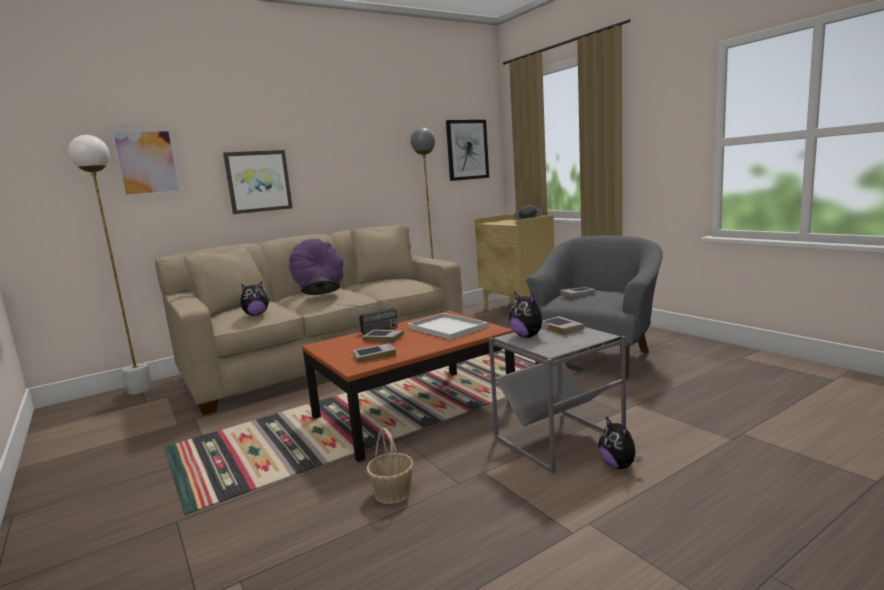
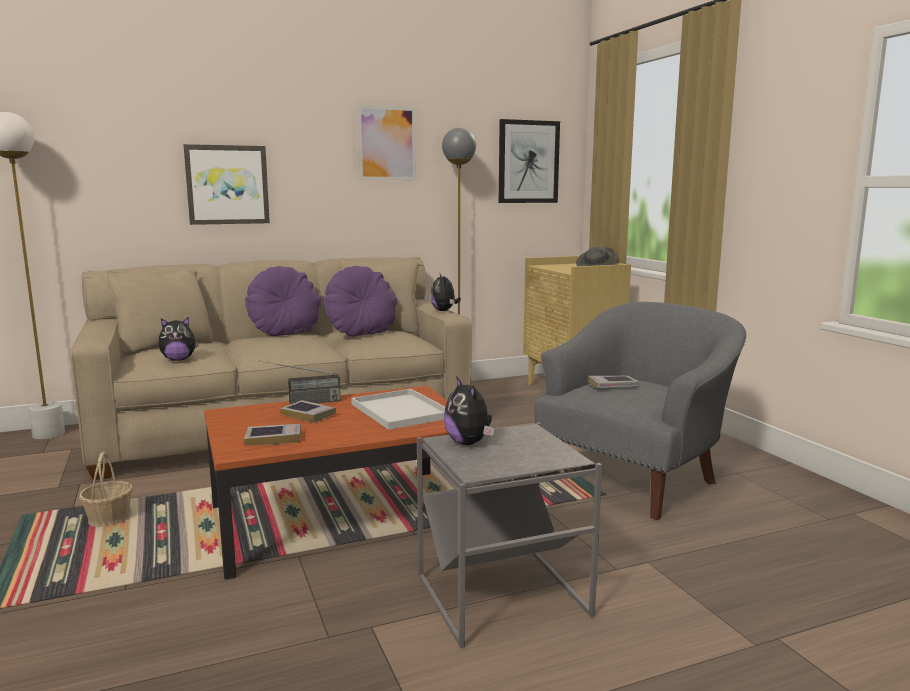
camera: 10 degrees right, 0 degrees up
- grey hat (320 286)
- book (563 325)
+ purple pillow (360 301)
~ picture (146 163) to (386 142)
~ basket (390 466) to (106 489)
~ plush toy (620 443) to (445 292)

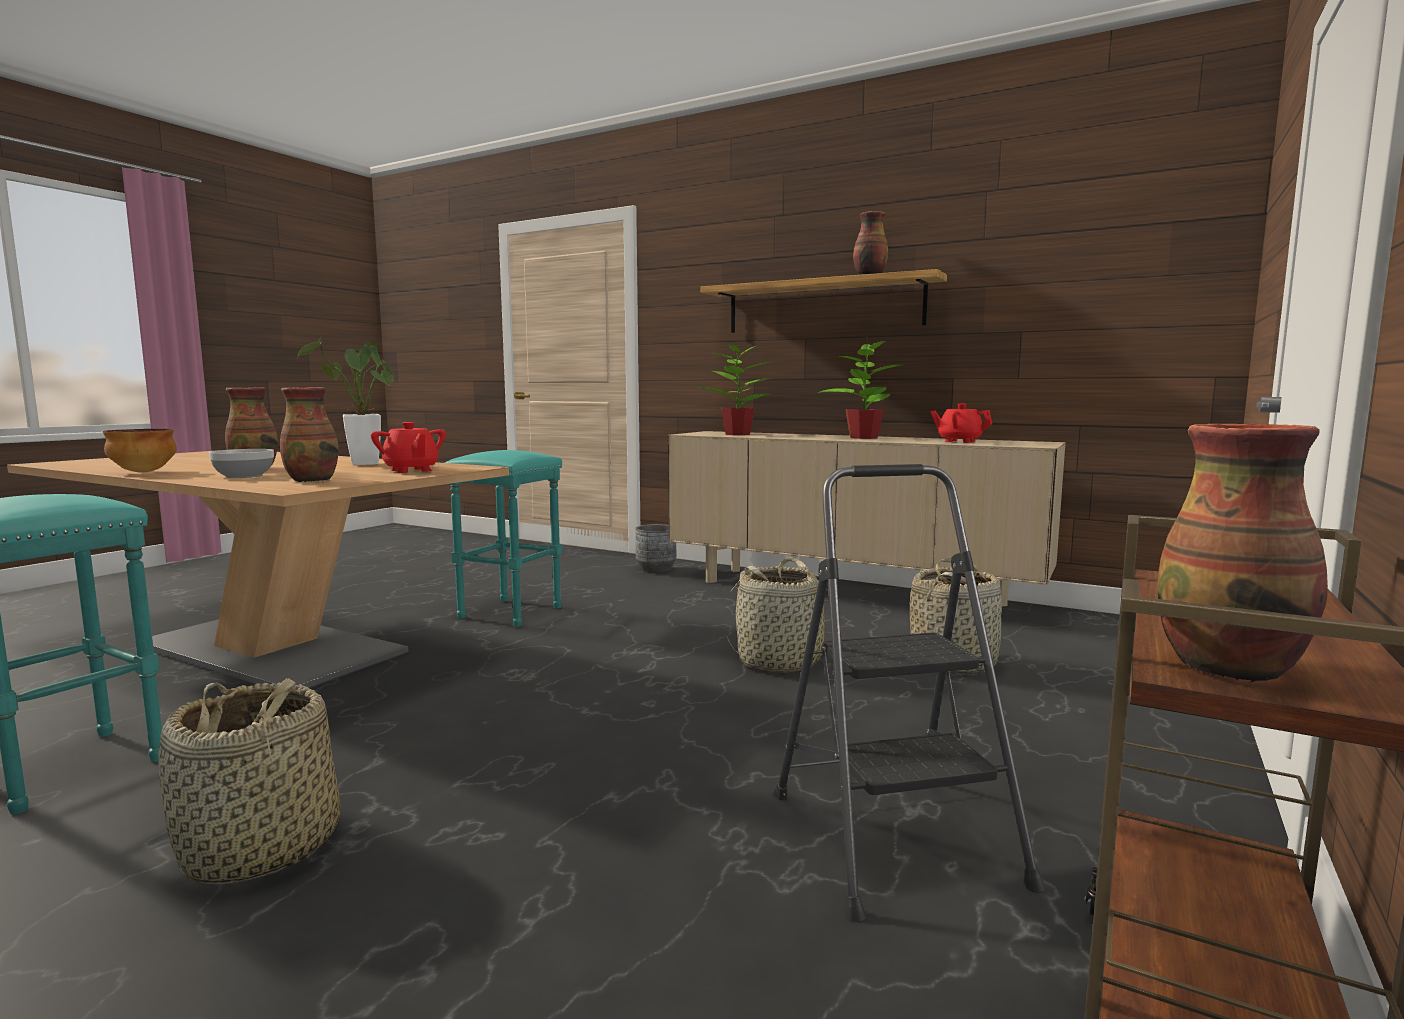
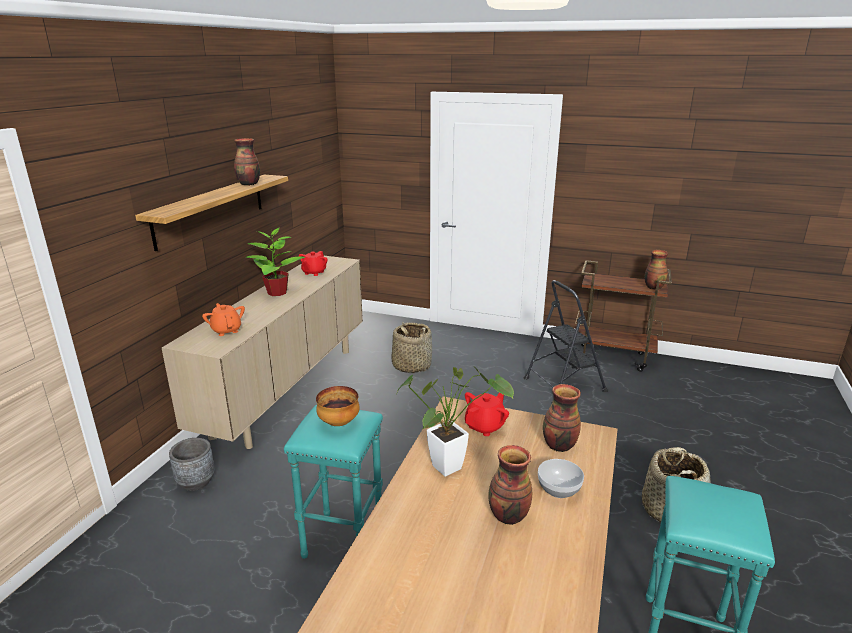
camera: 100 degrees left, 15 degrees up
- basket (785 615)
~ bowl (140 451) to (338 406)
~ potted plant (735 387) to orange teapot (223 319)

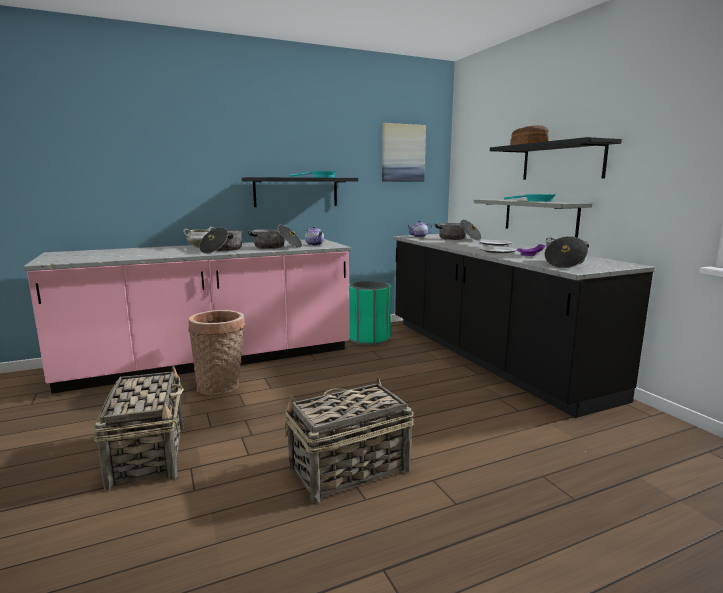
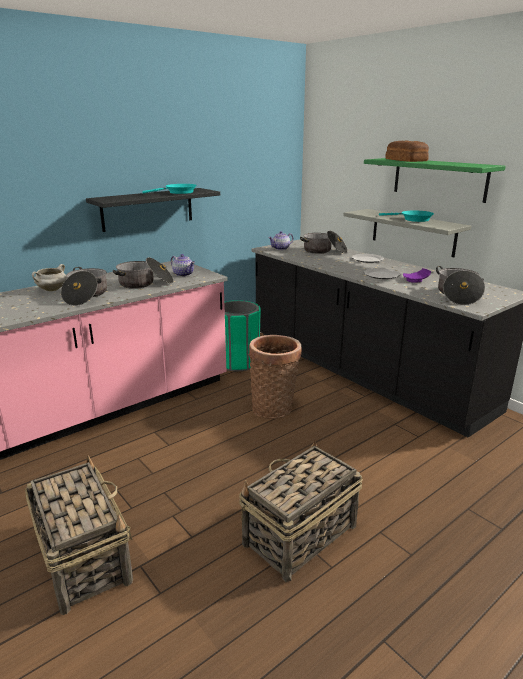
camera: 15 degrees left, 10 degrees up
- picture (404 152)
~ basket (216 352) to (275 377)
~ black shelf (556 158) to green shelf (435 180)

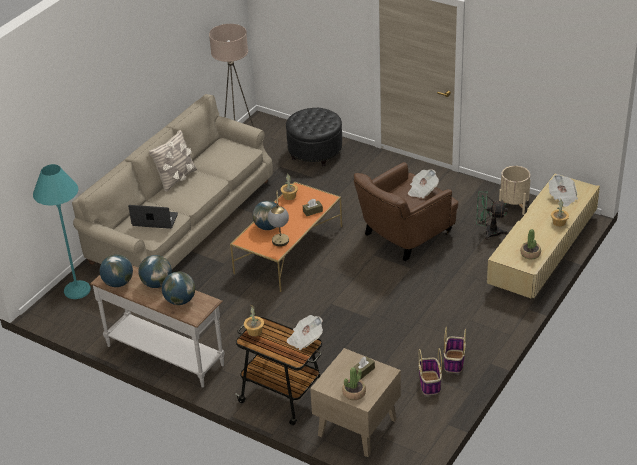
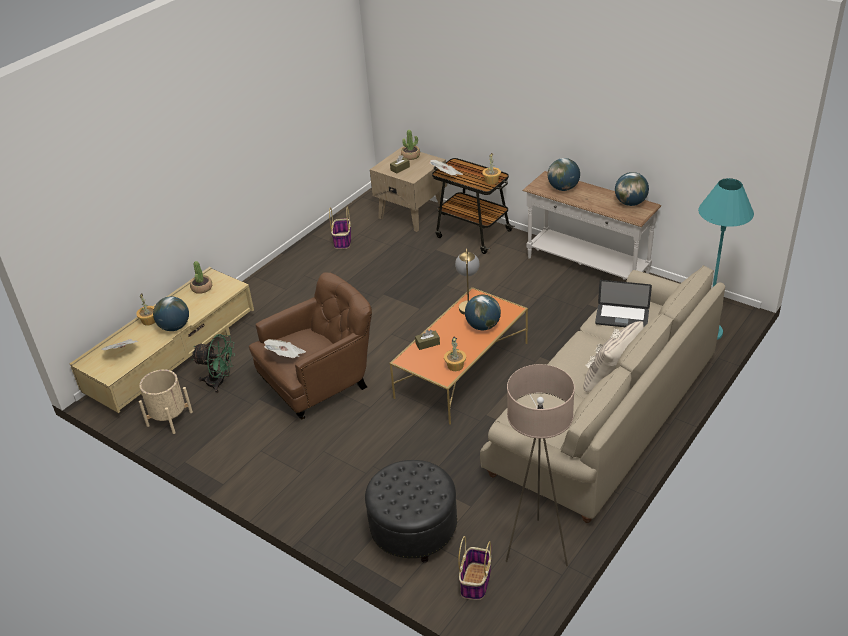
camera: 175 degrees left, 0 degrees up
~ globe (155 271) to (171 313)
~ basket (455 350) to (474 568)

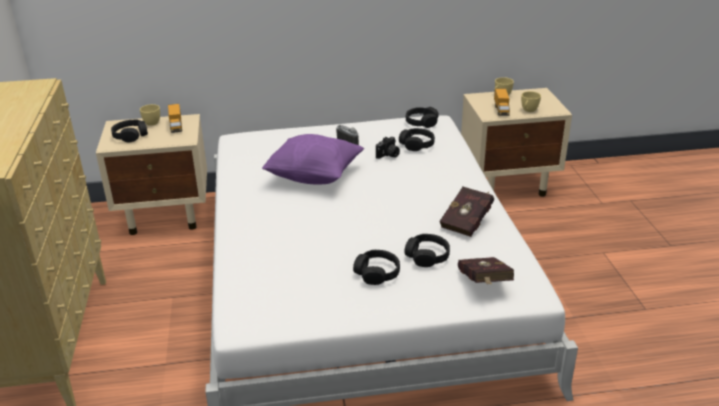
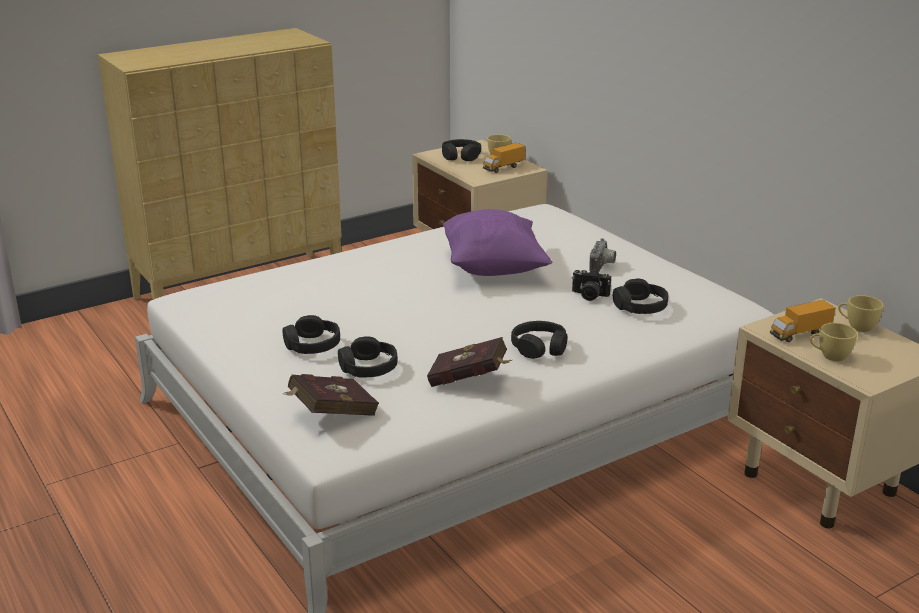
camera: 65 degrees right, 5 degrees down
~ black headphones (422 117) to (539 340)

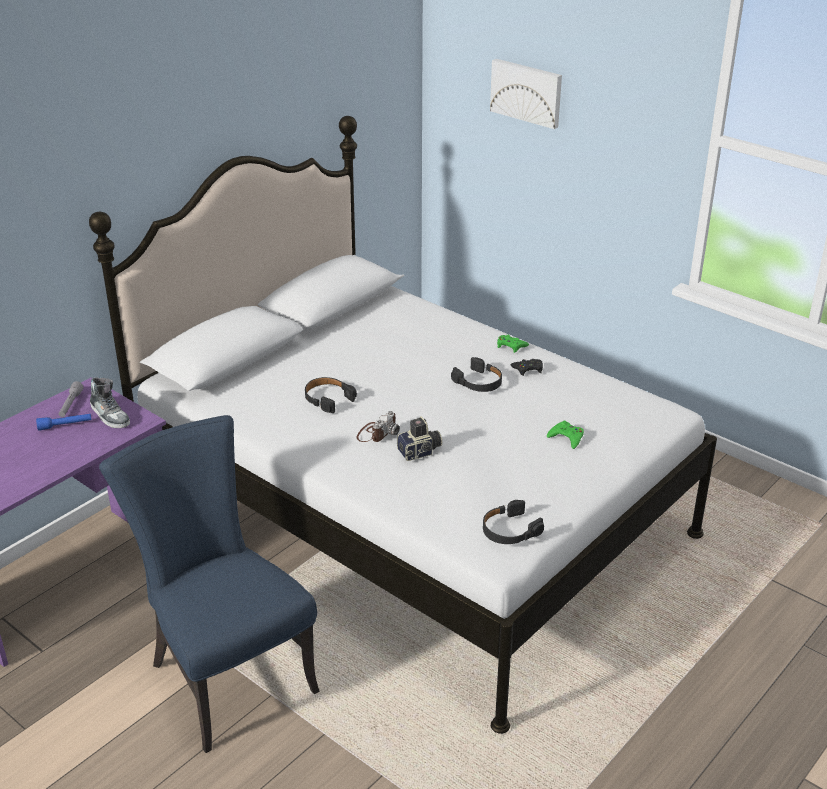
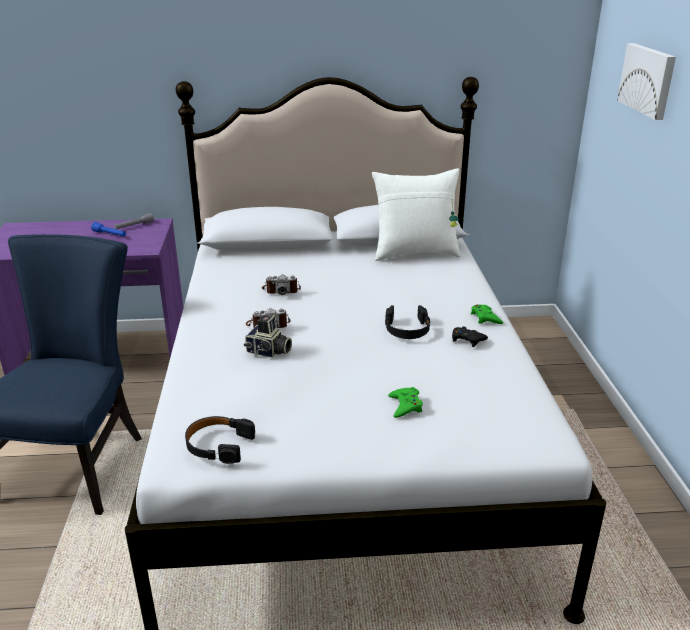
camera: 45 degrees right, 5 degrees down
- shoe (110 402)
+ white pillow (416 214)
~ black headphones (331 395) to photo camera (281 284)

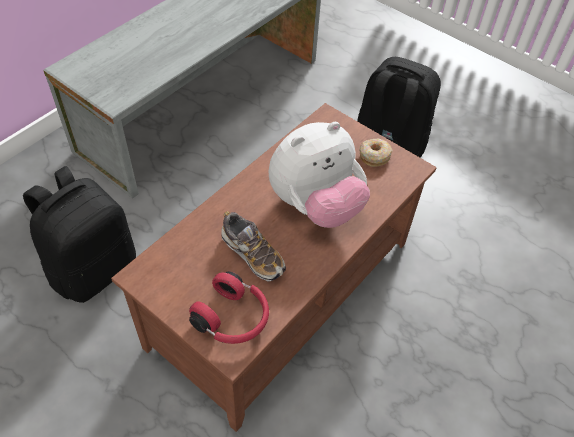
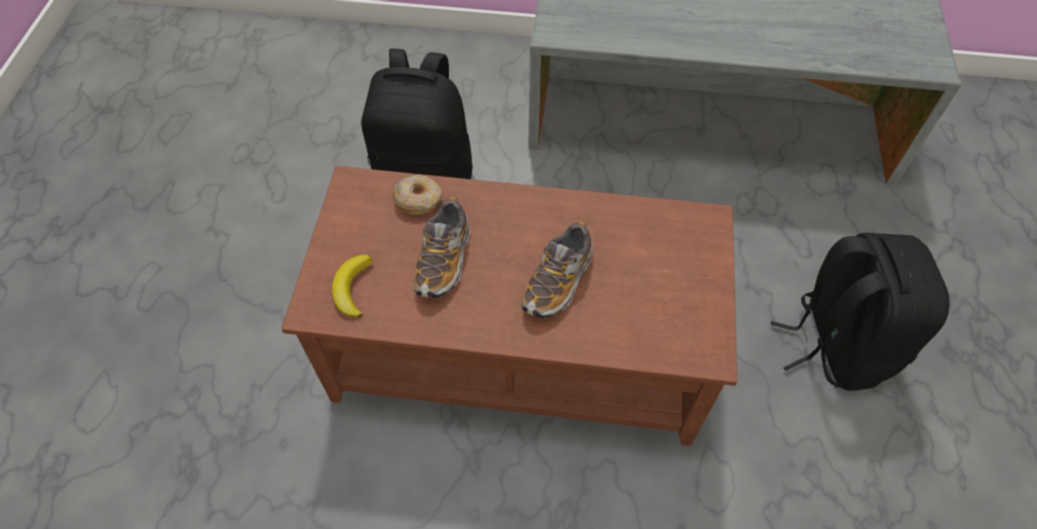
camera: 60 degrees right, 5 degrees up
~ donut (376 152) to (417 194)
~ red headphones (229 307) to banana (352 286)
~ plush toy (319 175) to shoe (557 270)

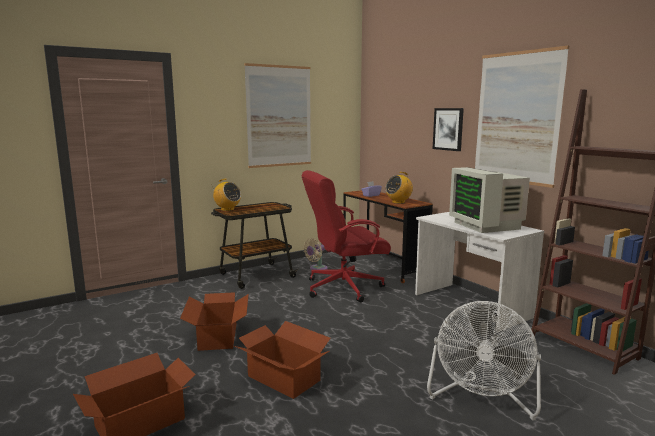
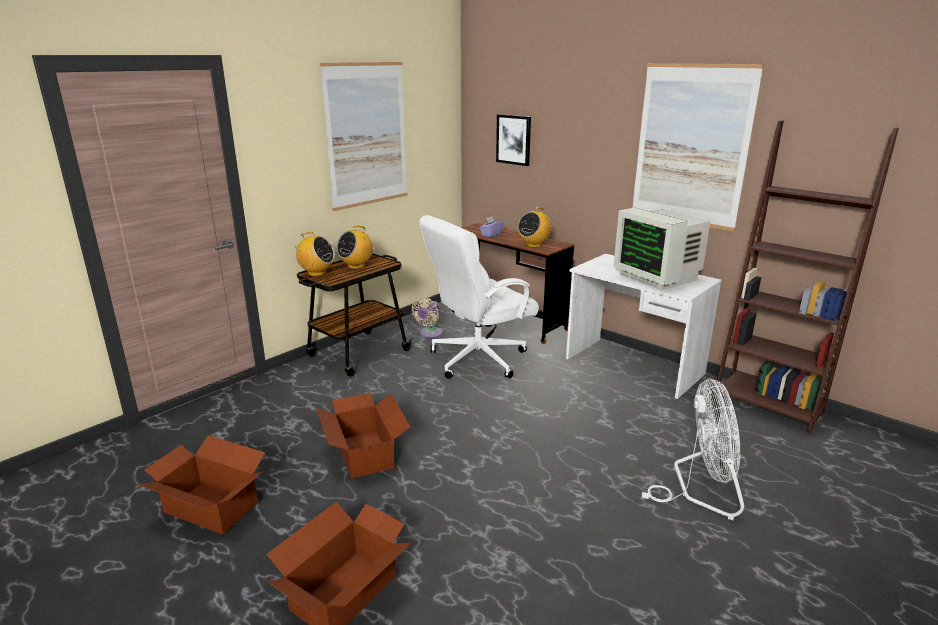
camera: 15 degrees left, 10 degrees up
+ radio (354 247)
~ cardboard box (282 360) to (201 485)
~ picture (448 129) to (513 140)
~ red office chair (346 236) to white office chair (479 297)
~ white fan (484 361) = (691 450) 90 degrees counterclockwise

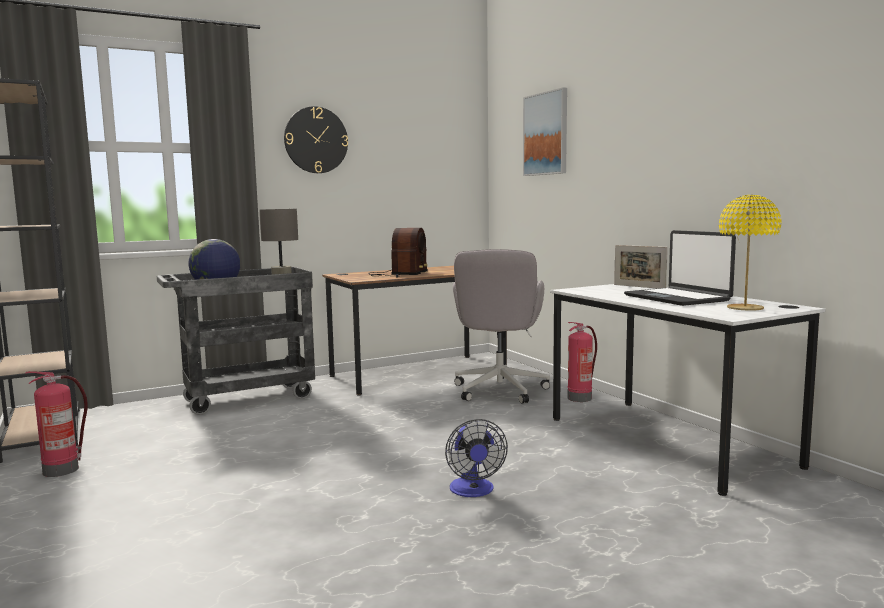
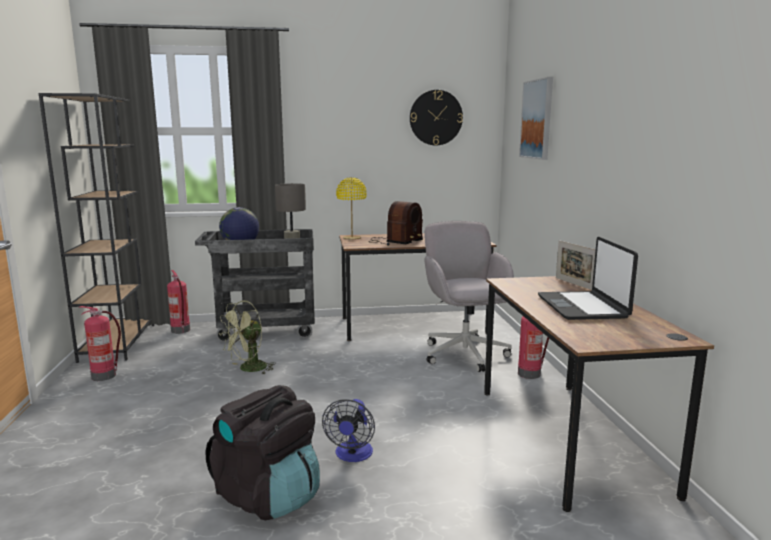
camera: 20 degrees right, 5 degrees up
+ fire extinguisher (178 302)
+ black backpack (262 452)
+ green fan (247 337)
~ wall clock (316 139) to (436 117)
~ yellow table lamp (750 253) to (351 208)
~ white desk (687 390) to brown desk (599 394)
~ grey office chair (501 326) = (469 296) 135 degrees clockwise

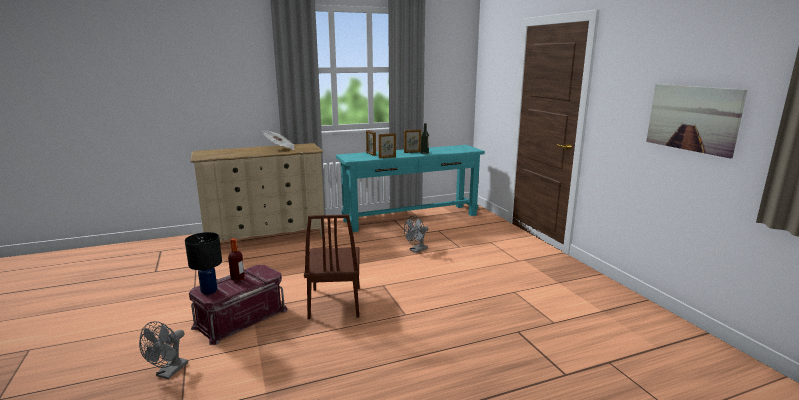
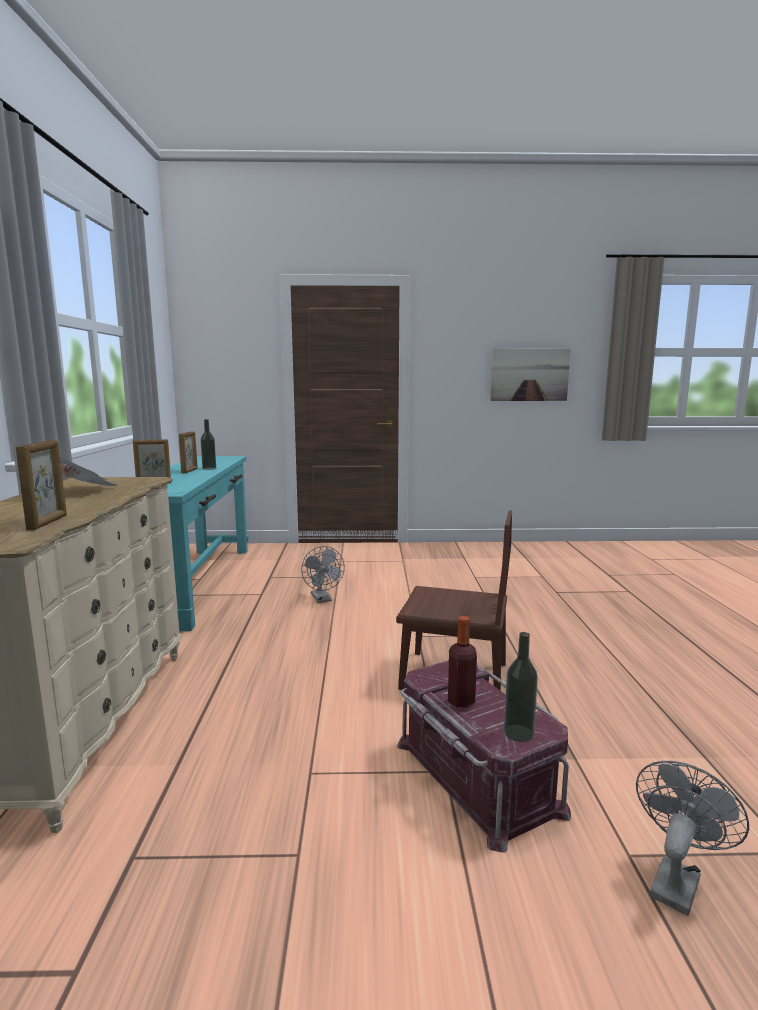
camera: 70 degrees left, 5 degrees down
~ picture frame (387 146) to (41 485)
~ black table lamp (203 263) to bottle (521 687)
~ grey fan (163 350) = (692 838) 90 degrees counterclockwise

